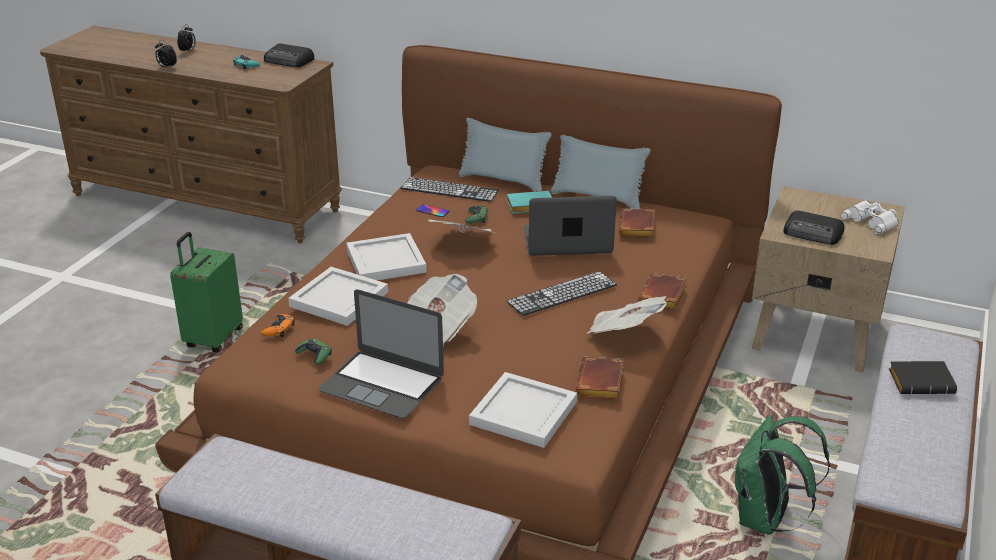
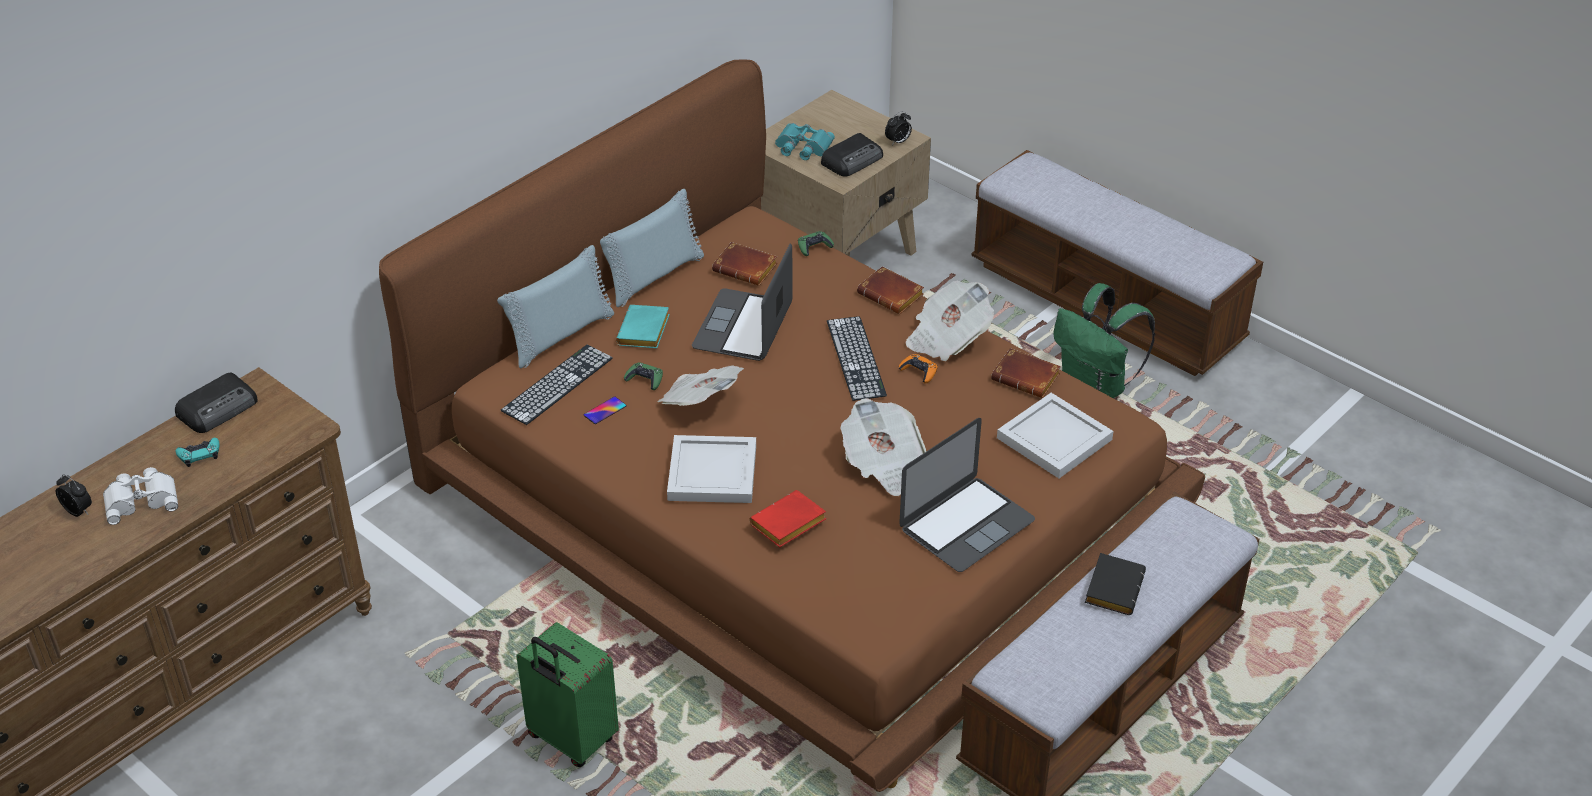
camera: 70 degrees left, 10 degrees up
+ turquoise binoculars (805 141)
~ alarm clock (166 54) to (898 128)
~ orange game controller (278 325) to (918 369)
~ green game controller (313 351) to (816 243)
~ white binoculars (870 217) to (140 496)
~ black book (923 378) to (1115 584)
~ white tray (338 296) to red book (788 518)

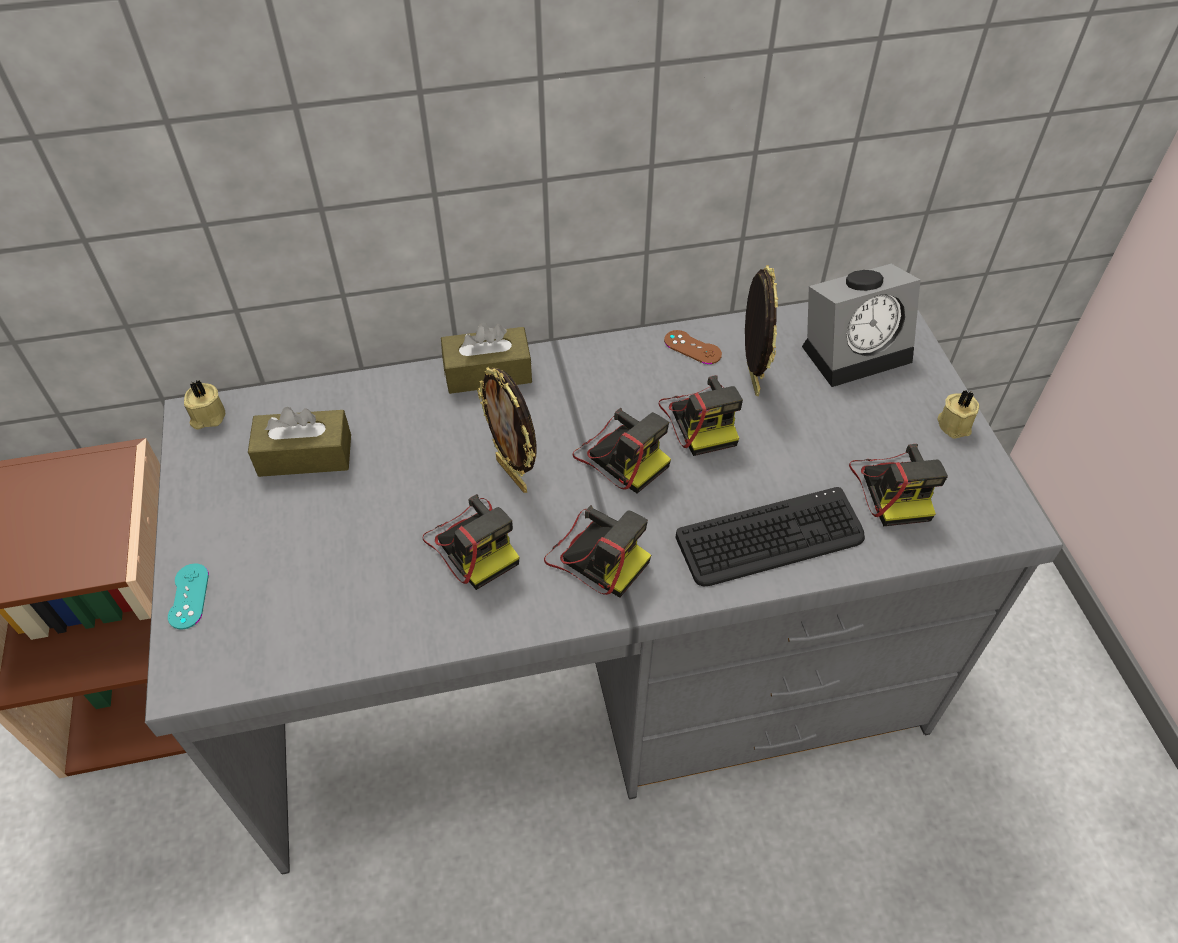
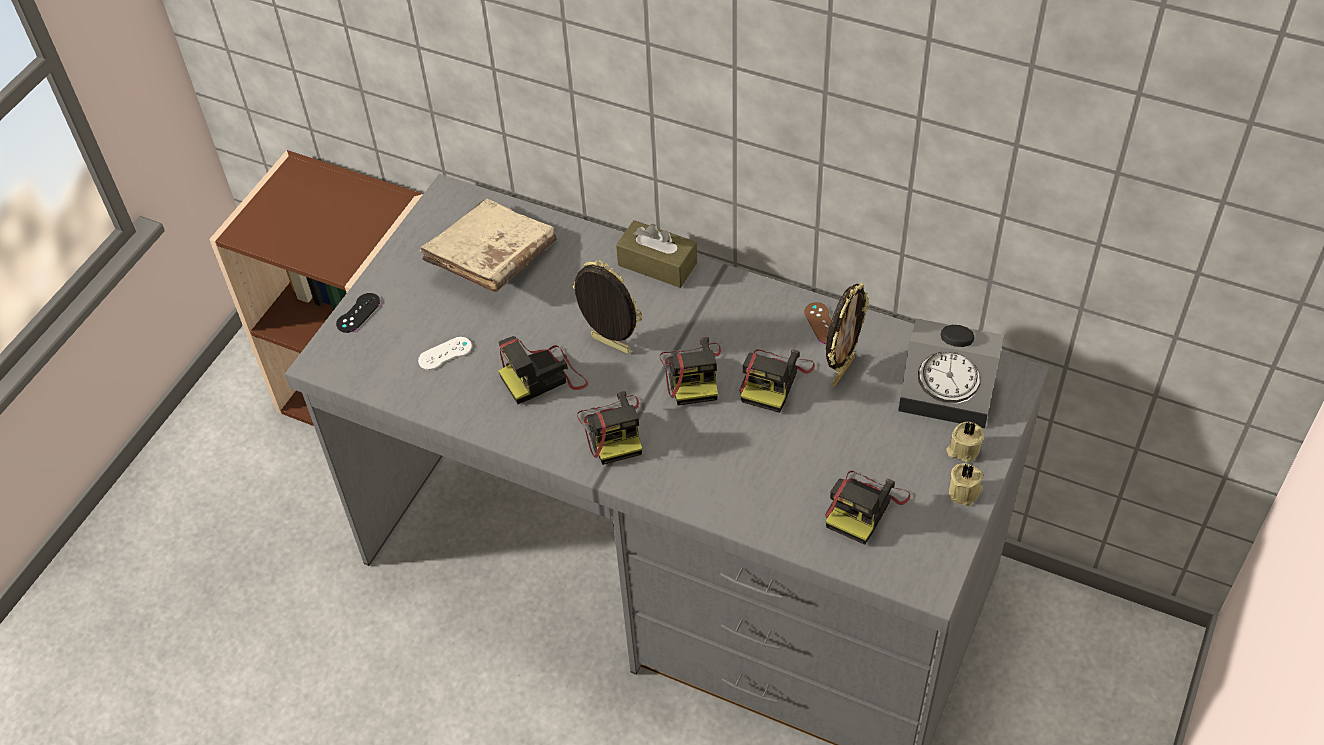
camera: 40 degrees right, 0 degrees up
- keyboard (770 536)
+ white game controller (445 353)
~ beige candle (204 405) to (965 442)
~ brown tissue box (299 442) to beige book (488 245)
~ turquoise game controller (188 596) to black game controller (358 313)
~ photo camera (471 542) = (543 370) 60 degrees clockwise
~ picture frame (507 430) = (607 307) 120 degrees clockwise

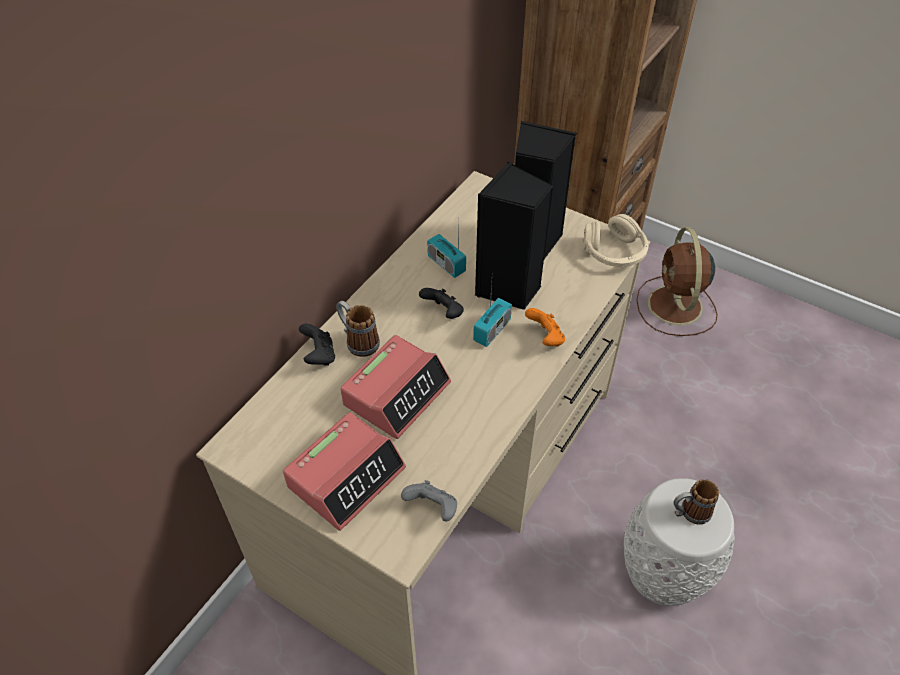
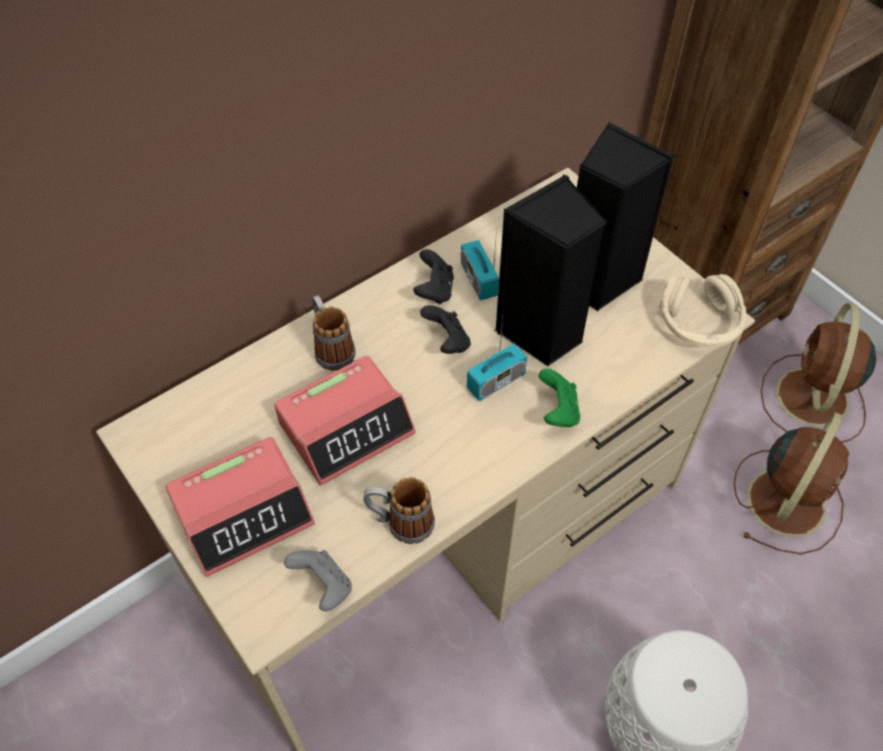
camera: 20 degrees right, 5 degrees up
+ brown fan (791 483)
~ black game controller (317 345) to (433 276)
~ mug (696 502) to (399 510)
~ orange game controller (545 327) to green game controller (559 398)

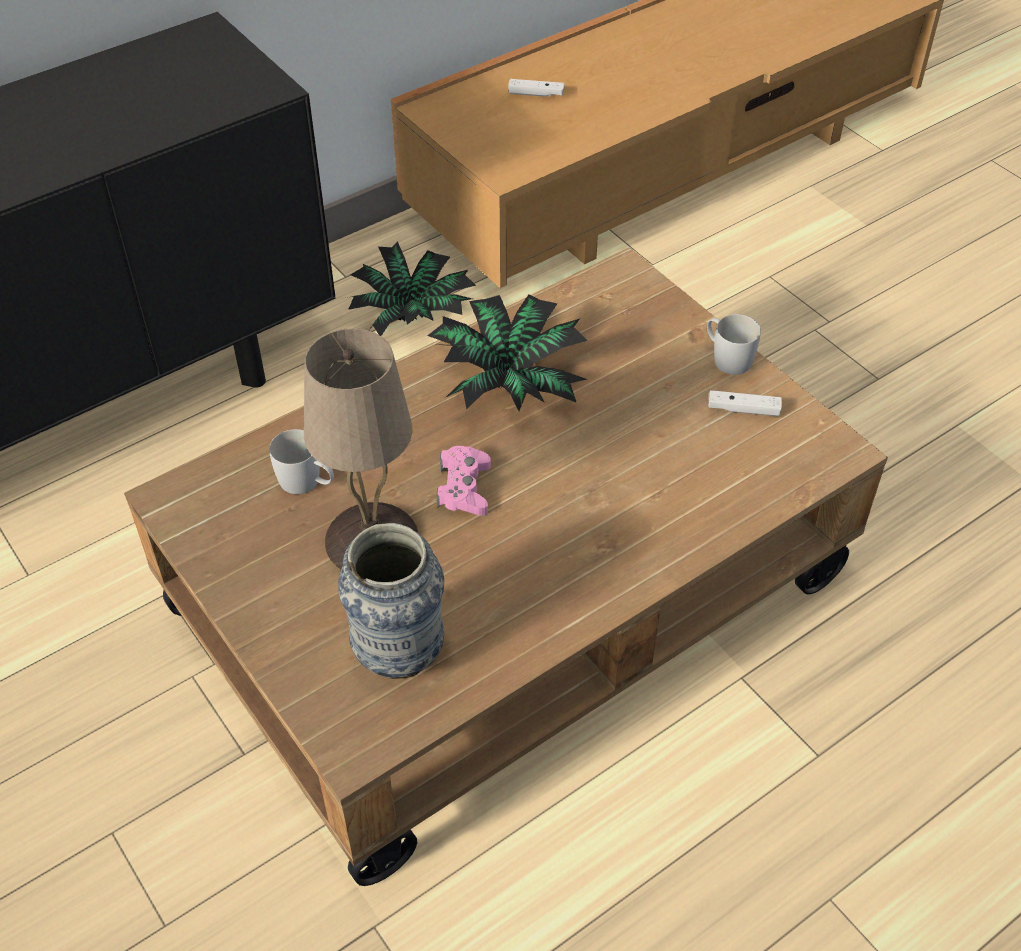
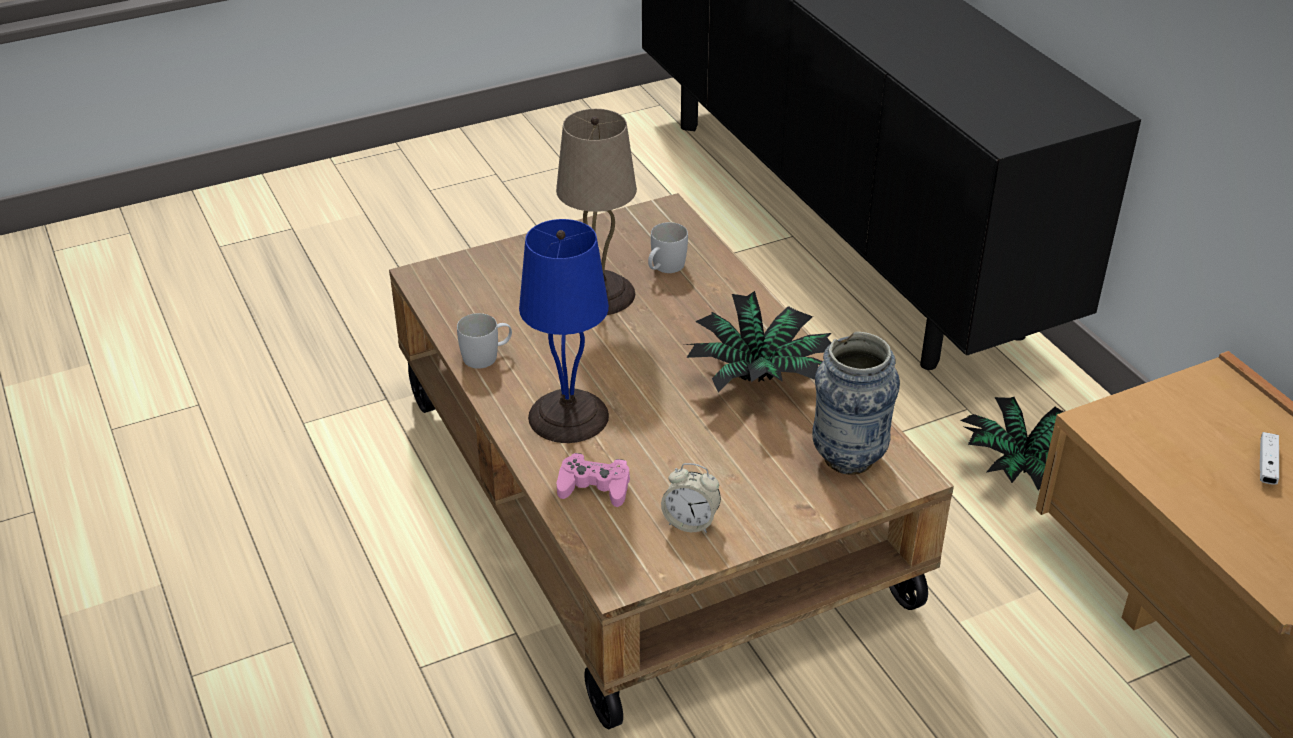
camera: 100 degrees right, 10 degrees down
+ blue table lamp (564 331)
~ vase (391 601) to (856 403)
~ pink game controller (464 481) to (593 480)
~ white mug (734 344) to (484 341)
~ white game controller (745 403) to alarm clock (691 498)

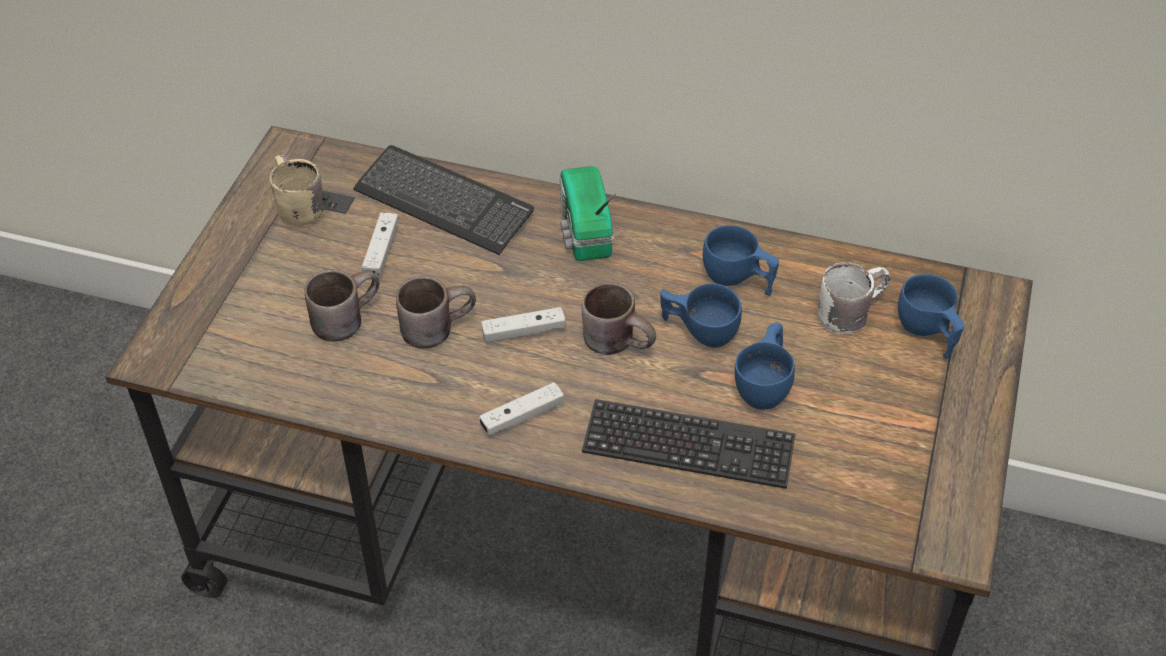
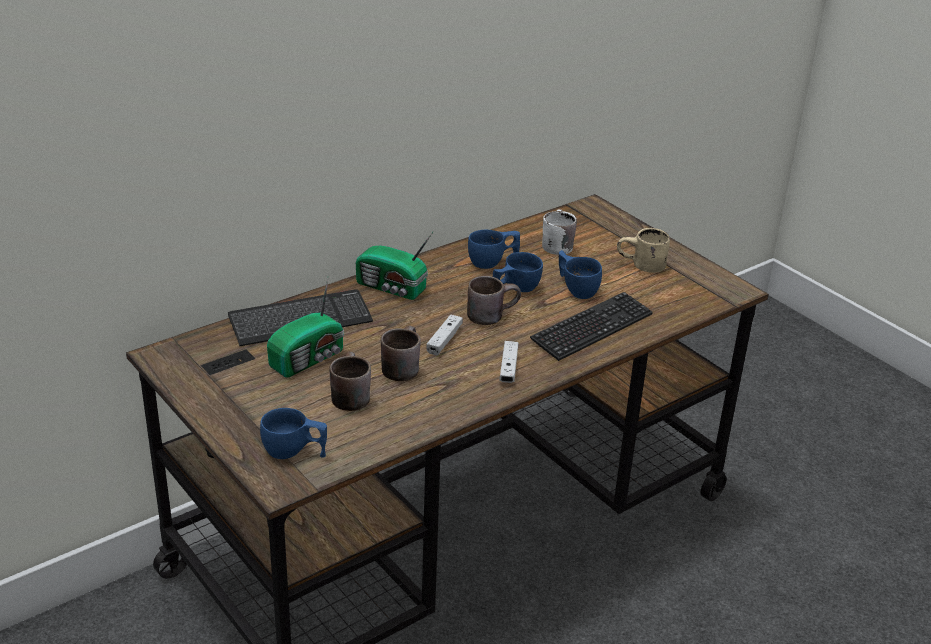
camera: 55 degrees left, 15 degrees down
~ beige mug (297 190) to (643 250)
~ blue cup (931 316) to (293 433)
~ white game controller (380 245) to radio (305 326)

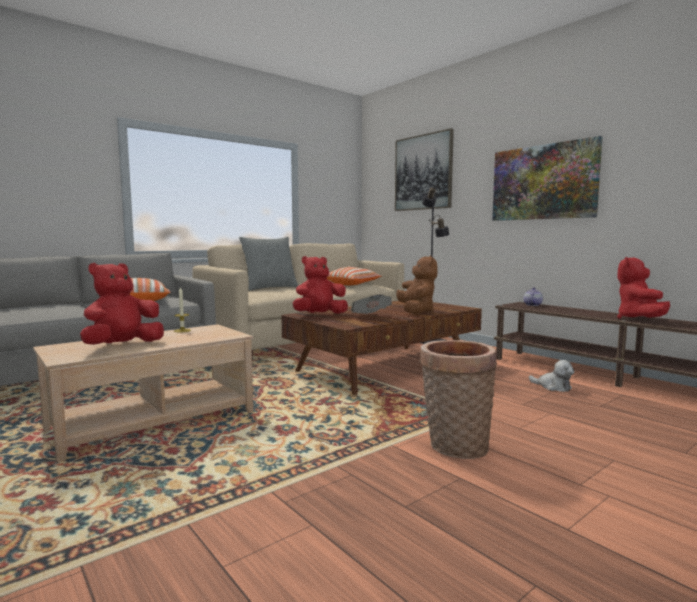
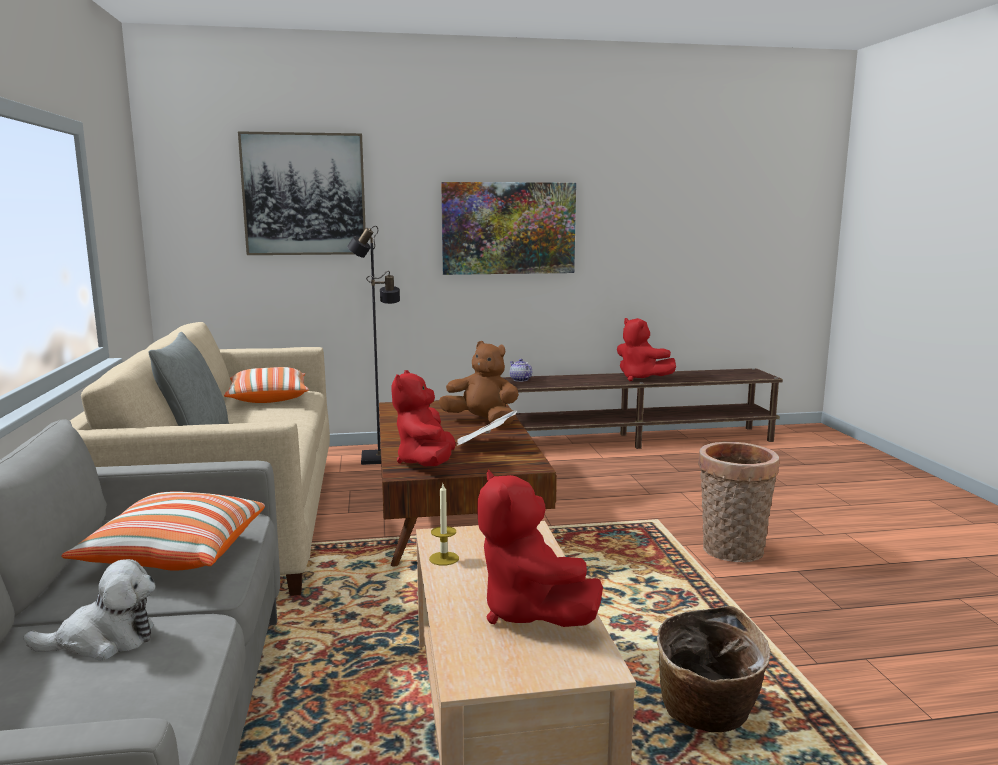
camera: 60 degrees left, 5 degrees up
+ basket (714 669)
~ plush toy (551 376) to (89 610)

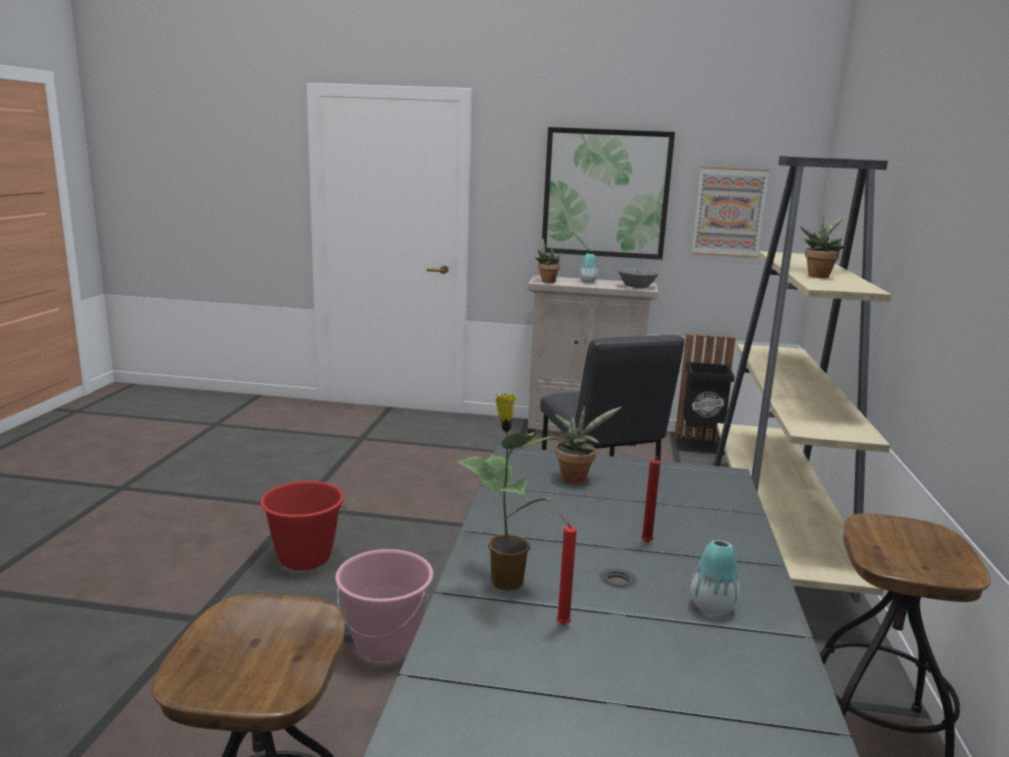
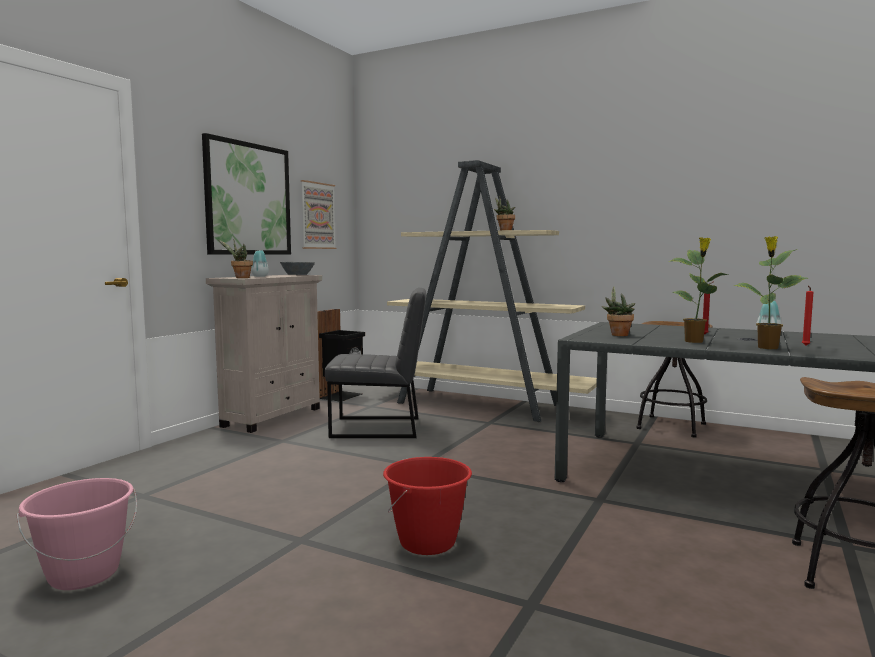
camera: 70 degrees left, 10 degrees down
+ potted plant (698 290)
~ pink bucket (384 605) to (77 534)

